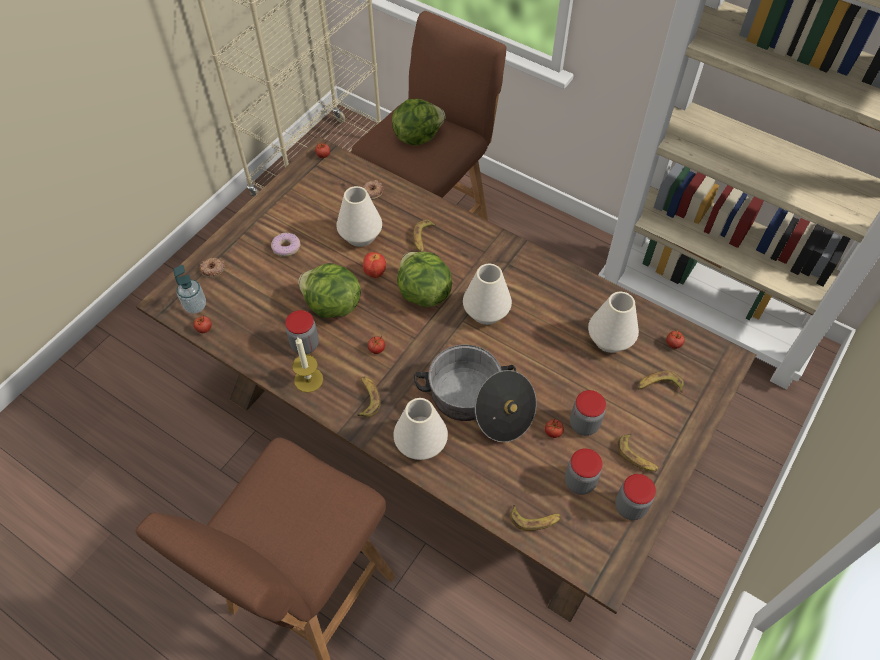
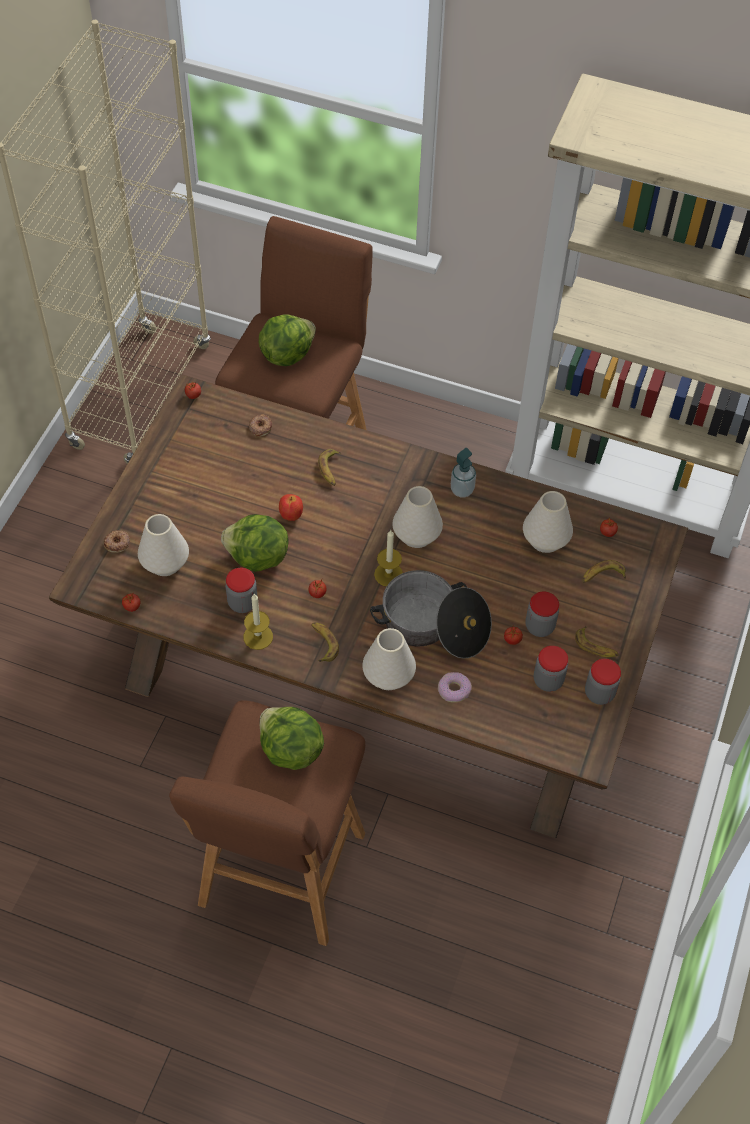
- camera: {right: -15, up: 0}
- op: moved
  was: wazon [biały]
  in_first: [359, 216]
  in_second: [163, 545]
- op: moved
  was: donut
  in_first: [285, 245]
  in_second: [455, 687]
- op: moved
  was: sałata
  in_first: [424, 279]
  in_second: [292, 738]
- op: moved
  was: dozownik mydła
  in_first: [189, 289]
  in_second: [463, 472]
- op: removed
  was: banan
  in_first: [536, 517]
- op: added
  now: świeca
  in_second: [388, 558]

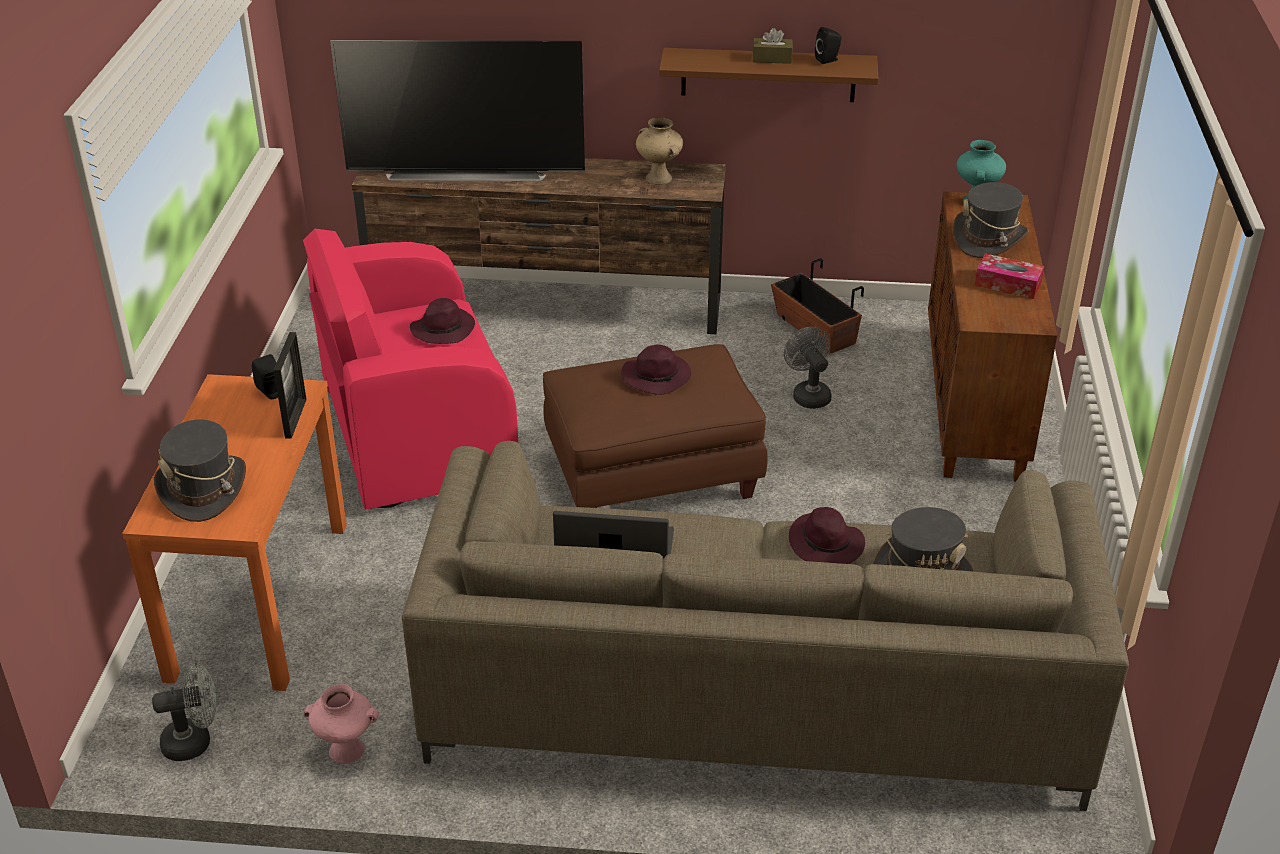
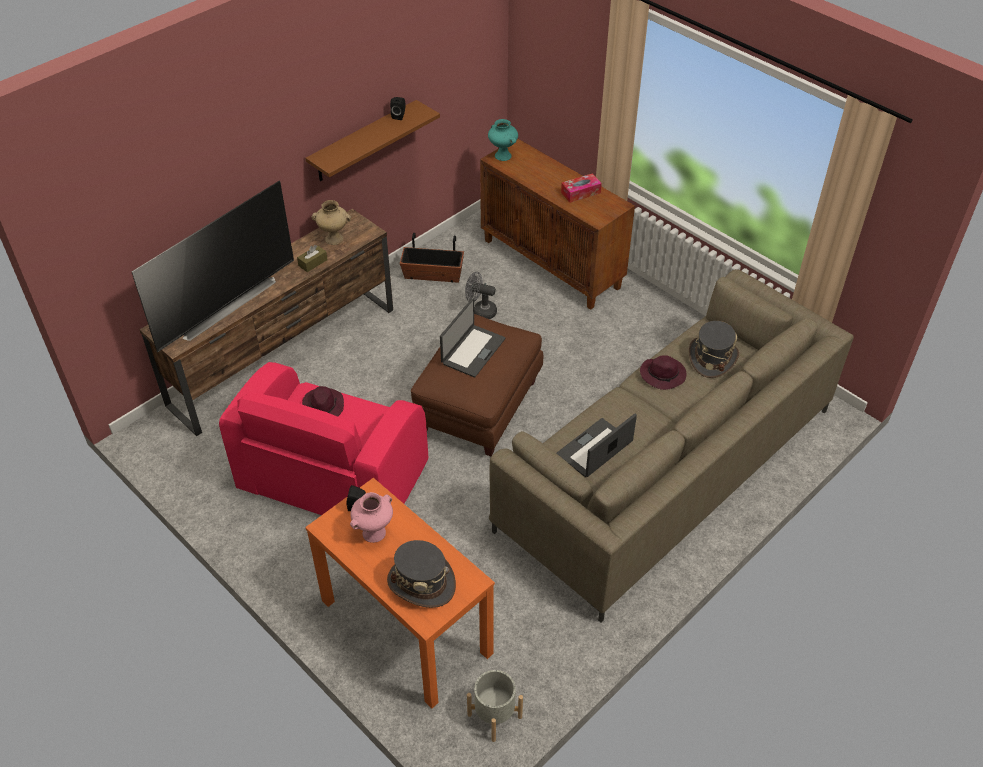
- camera: {right: -50, up: 10}
- op: moved
  was: pudełko chusteczek [brązowy]
  in_first: [772, 46]
  in_second: [312, 258]
- op: removed
  was: kapelusz [szary]
  in_first: [991, 220]
- op: removed
  was: ramka na zdjęcie
  in_first: [290, 385]
- op: replaced
  was: kapelusz [fioletowy]
  now: laptop
  in_first: [656, 369]
  in_second: [472, 338]
- op: replaced
  was: wentylator [szary]
  now: donica [szary]
  in_first: [184, 712]
  in_second: [495, 706]
- op: moved
  was: wazon [różowy]
  in_first: [341, 724]
  in_second: [371, 517]

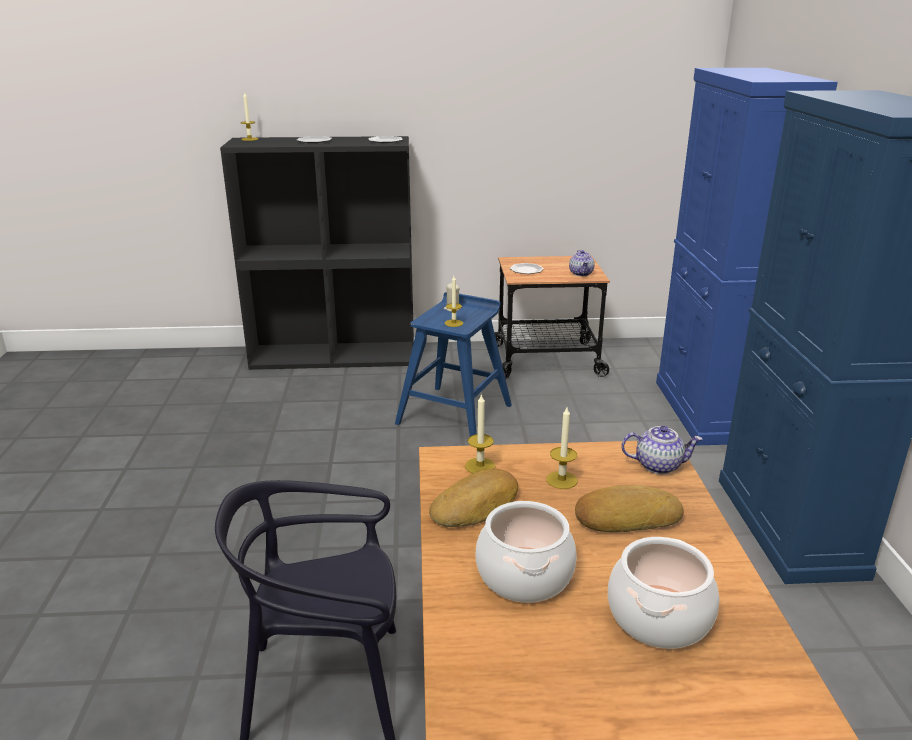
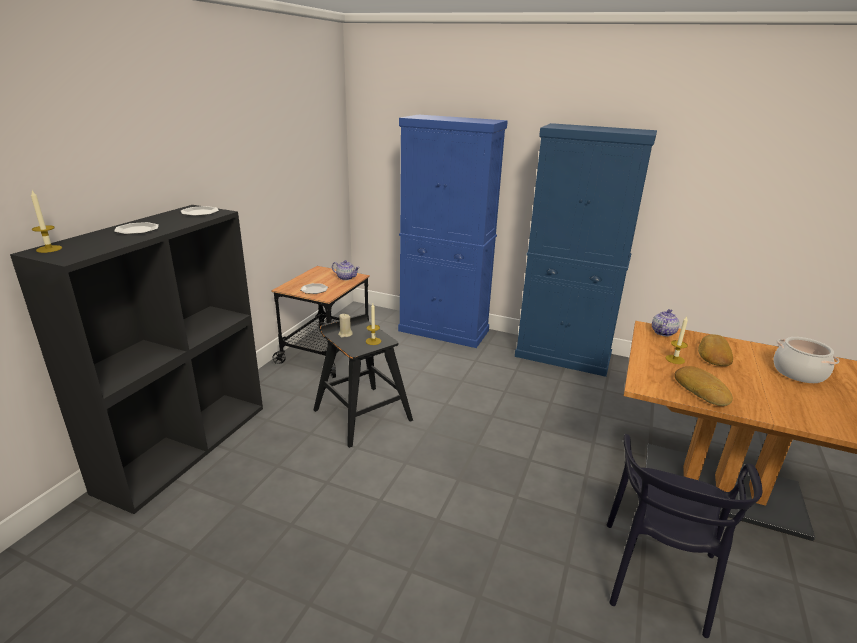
- camera: {right: -65, up: 0}
- op: recoloured
  was: stołek [niebieski]
  now: stołek [czarny]
  in_first: [453, 364]
  in_second: [363, 381]
- op: removed
  was: świeca
  in_first: [480, 433]
- op: removed
  was: garnek
  in_first: [526, 552]

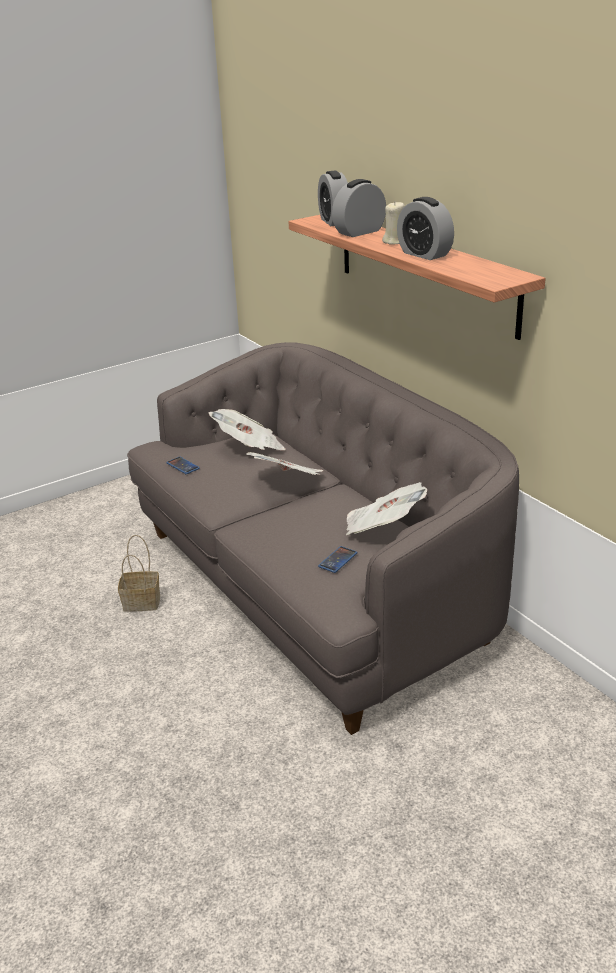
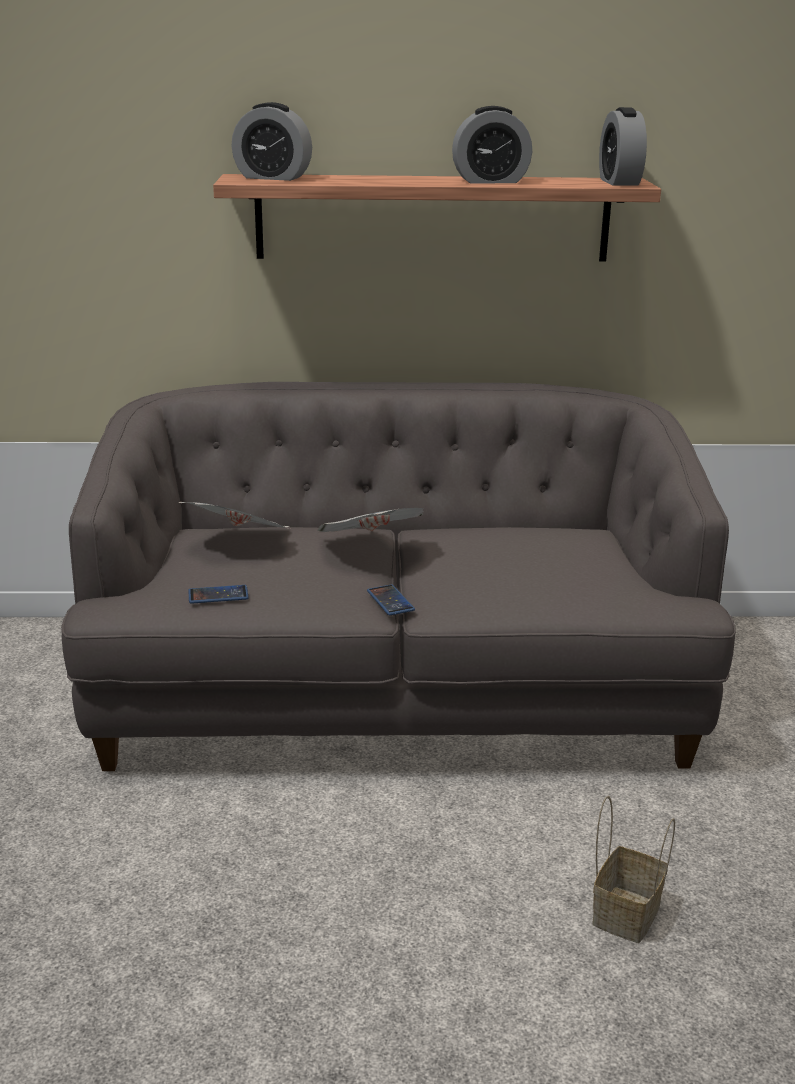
- camera: {right: -60, up: -5}
- op: moved
  was: budzik
  in_first: [359, 208]
  in_second: [623, 146]
- op: removed
  was: świeca [beżowy]
  in_first: [393, 223]
- op: removed
  was: gazeta
  in_first: [386, 508]
- op: moved
  was: koszyk
  in_first: [139, 573]
  in_second: [633, 869]
- op: moved
  was: telefon
  in_first: [338, 559]
  in_second: [391, 599]

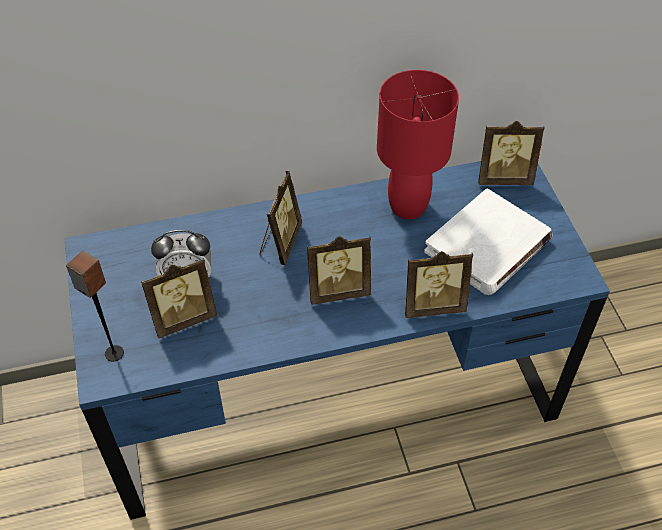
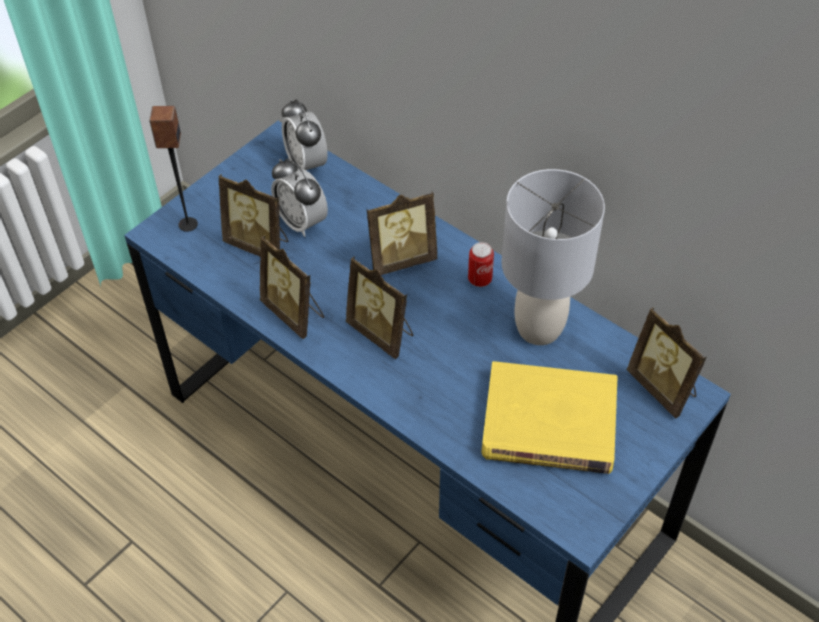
- camera: {right: 55, up: 0}
- op: recoloured
  was: lampa stołowa [czerwony]
  now: lampa stołowa [szary]
  in_first: [418, 144]
  in_second: [553, 257]
- op: recoloured
  was: książka [biały]
  now: książka [żółty]
  in_first: [488, 241]
  in_second: [550, 417]
- op: moved
  was: ramka na zdjęcie
  in_first: [439, 284]
  in_second: [292, 287]
- op: added
  now: budzik
  in_second: [304, 134]
- op: added
  now: puszka
  in_second: [481, 264]

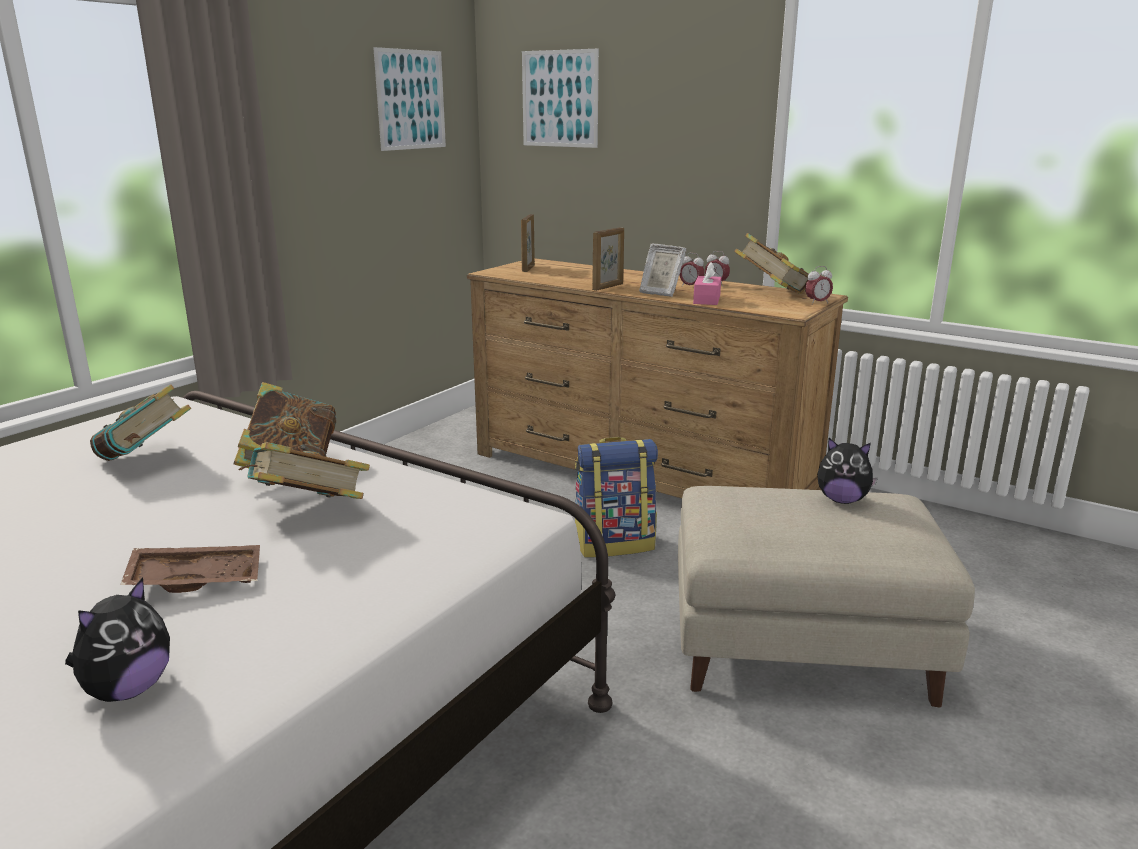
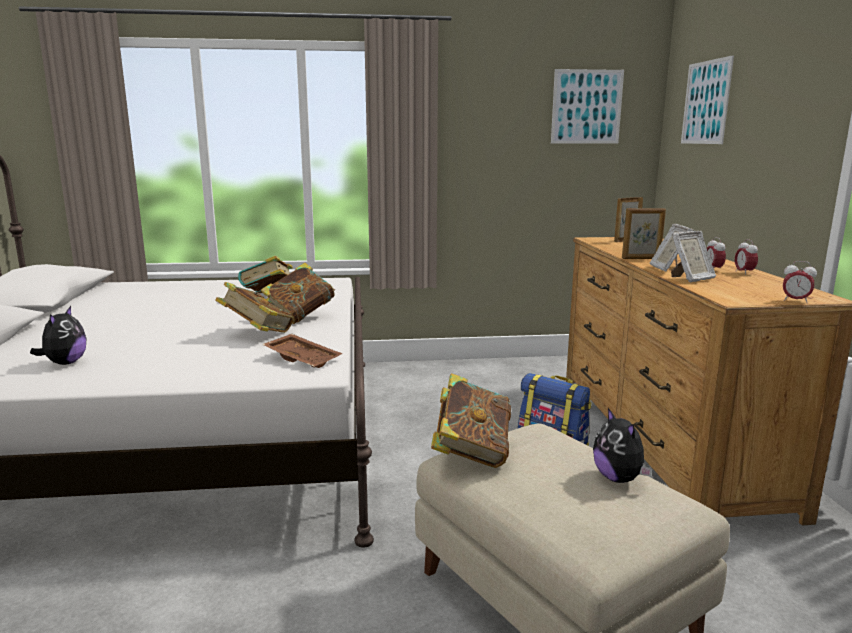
- camera: {right: 50, up: -5}
- op: moved
  was: książka
  in_first: [771, 263]
  in_second: [471, 420]
- op: replaced
  was: pudełko chusteczek [różowy]
  now: ramka na zdjęcie
  in_first: [707, 283]
  in_second: [693, 256]
- op: moved
  was: taca [brązowy]
  in_first: [190, 569]
  in_second: [302, 351]
- op: turned
  was: pluszak
  in_first: [117, 640]
  in_second: [58, 335]
  clockwise: -75

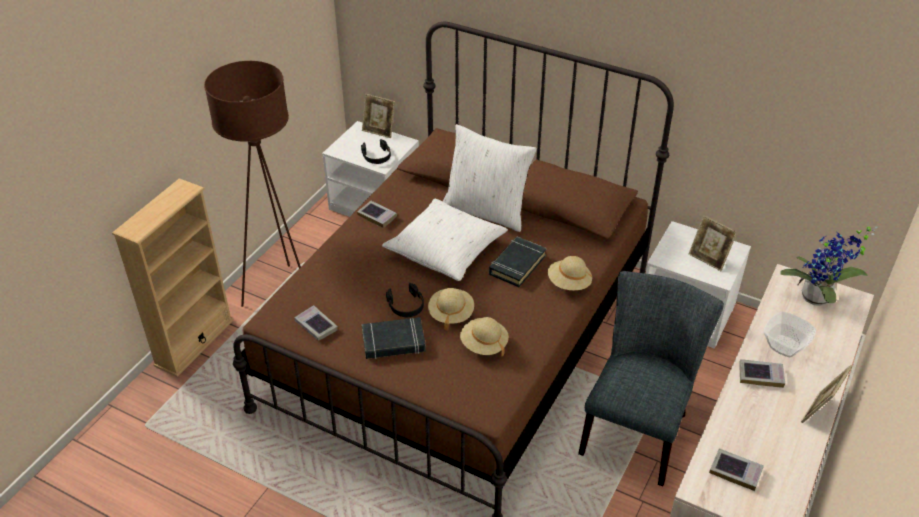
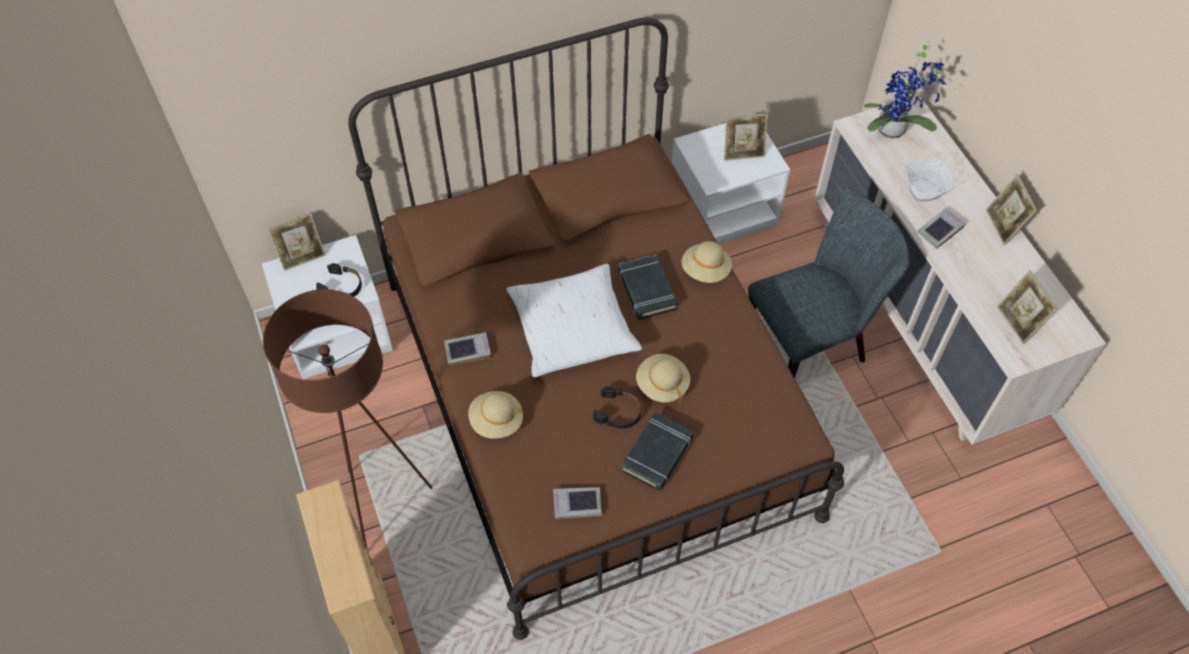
- camera: {right: -50, up: 15}
- op: removed
  was: poduszka [biały]
  in_first: [490, 178]
- op: turned
  was: krzesło [szary]
  in_first: [651, 378]
  in_second: [828, 282]
  clockwise: 90
- op: moved
  was: kapelusz [beżowy]
  in_first: [484, 337]
  in_second: [496, 415]
- op: replaced
  was: książka
  now: ramka na zdjęcie
  in_first: [736, 469]
  in_second: [1027, 307]

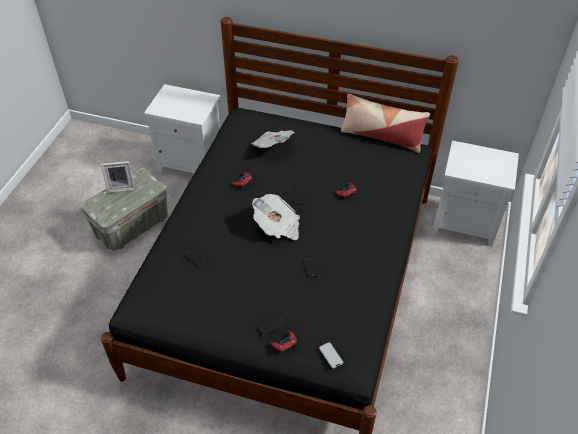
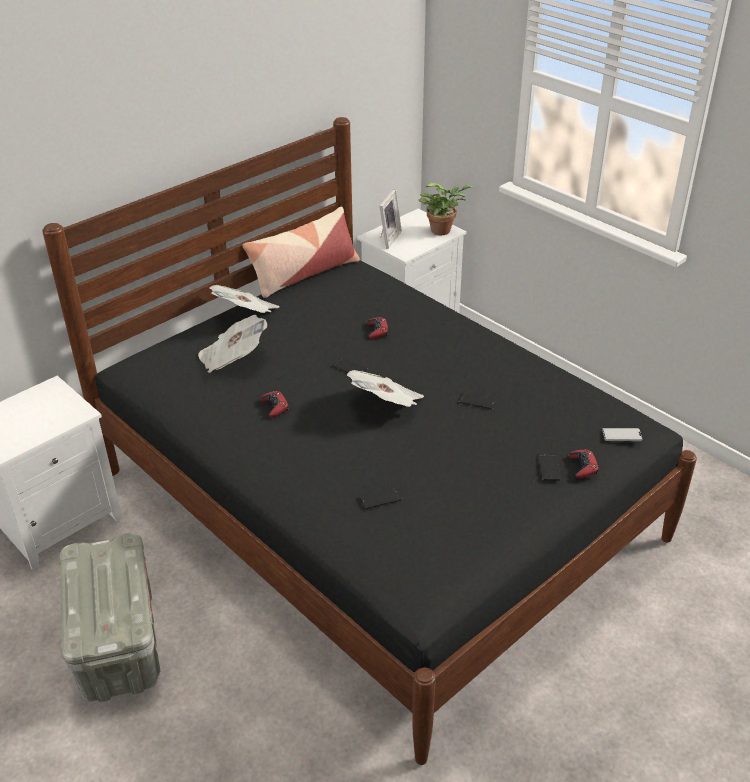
- camera: {right: -60, up: -10}
- op: moved
  was: ramka na zdjęcie
  in_first: [118, 177]
  in_second: [390, 219]
- op: added
  now: roślina doniczkowa
  in_second: [446, 209]
- op: added
  now: gazeta
  in_second: [244, 299]

